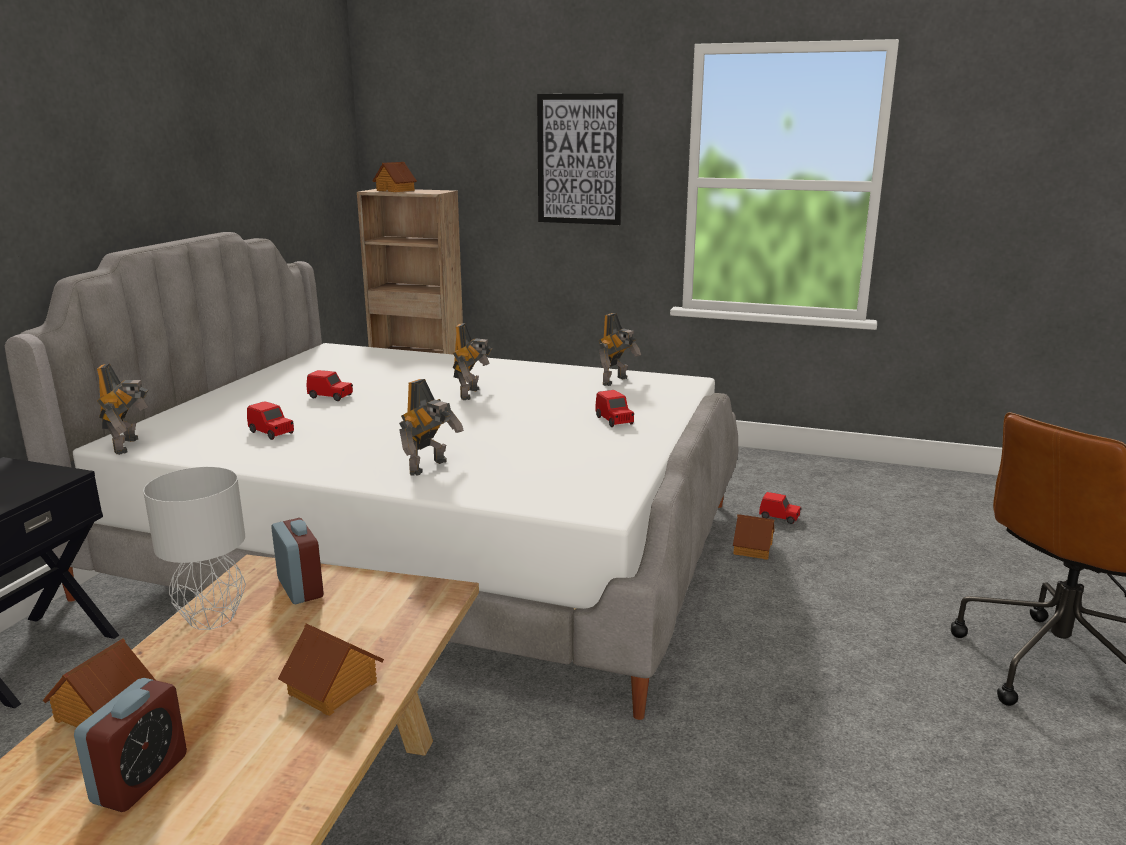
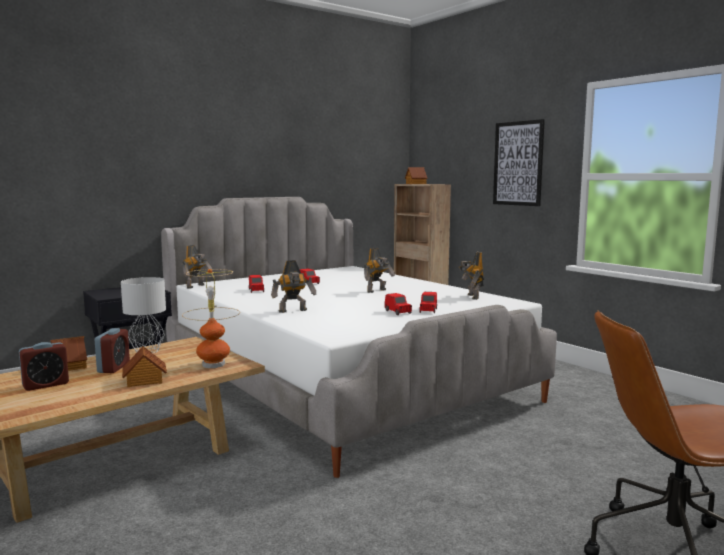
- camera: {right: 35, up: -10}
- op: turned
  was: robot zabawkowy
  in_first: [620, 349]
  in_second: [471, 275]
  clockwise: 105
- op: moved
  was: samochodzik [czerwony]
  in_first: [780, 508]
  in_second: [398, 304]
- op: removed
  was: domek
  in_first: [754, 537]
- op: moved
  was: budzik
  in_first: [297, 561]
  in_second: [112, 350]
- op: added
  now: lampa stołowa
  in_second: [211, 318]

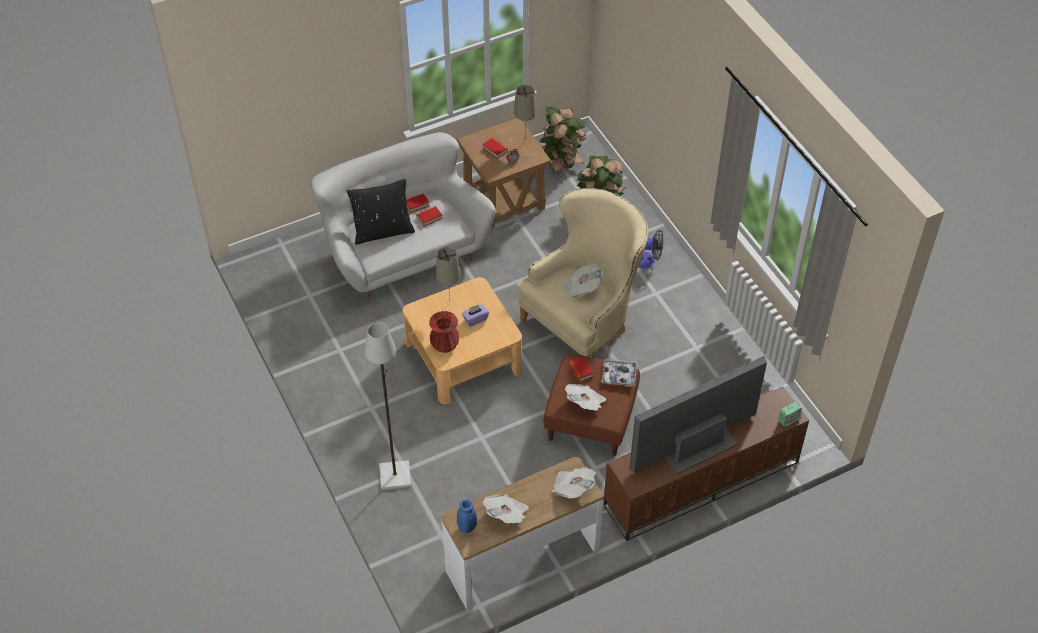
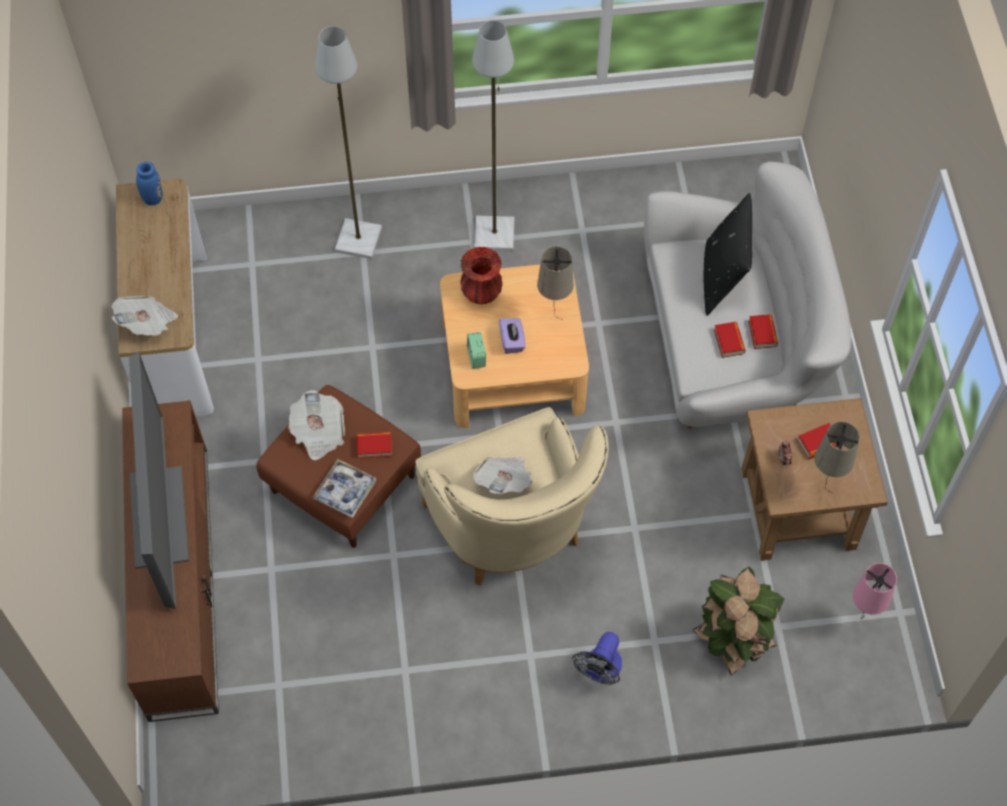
- camera: {right: 110, up: 10}
- op: replaced
  was: roślina doniczkowa
  now: lampa stołowa [różowy]
  in_first: [563, 140]
  in_second: [875, 591]
- op: moved
  was: budzik
  in_first: [790, 414]
  in_second: [476, 350]
- op: removed
  was: gazeta
  in_first: [506, 508]
- op: added
  now: lampa stojąca [szary]
  in_second: [493, 135]

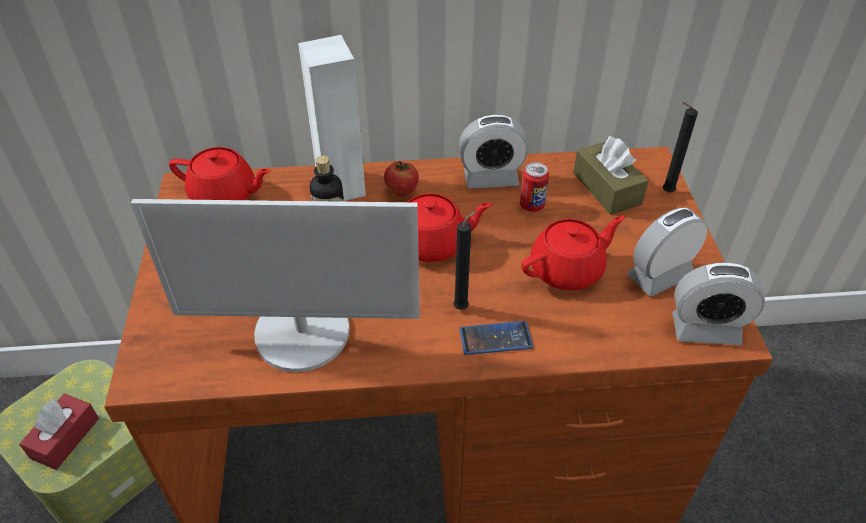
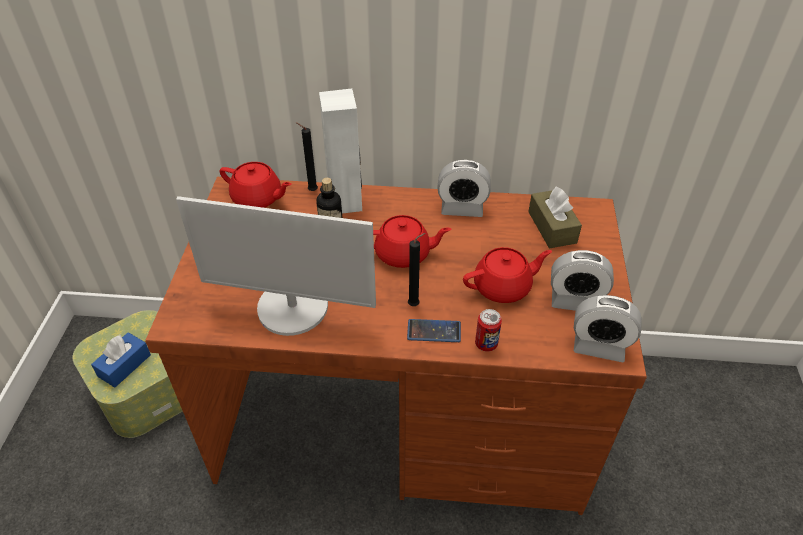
- camera: {right: 10, up: 0}
- op: moved
  was: świeca [czarny]
  in_first: [680, 147]
  in_second: [307, 156]
- op: removed
  was: jabłko
  in_first: [401, 179]
- op: moved
  was: puszka
  in_first: [534, 187]
  in_second: [488, 330]
- op: turned
  was: budzik
  in_first: [667, 252]
  in_second: [582, 280]
  clockwise: -150
- op: recoloured
  was: pudełko chusteczek [czerwony]
  now: pudełko chusteczek [niebieski]
  in_first: [59, 431]
  in_second: [121, 360]

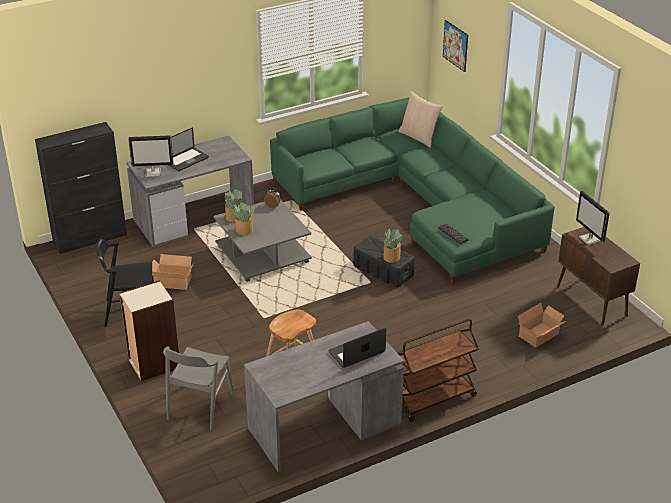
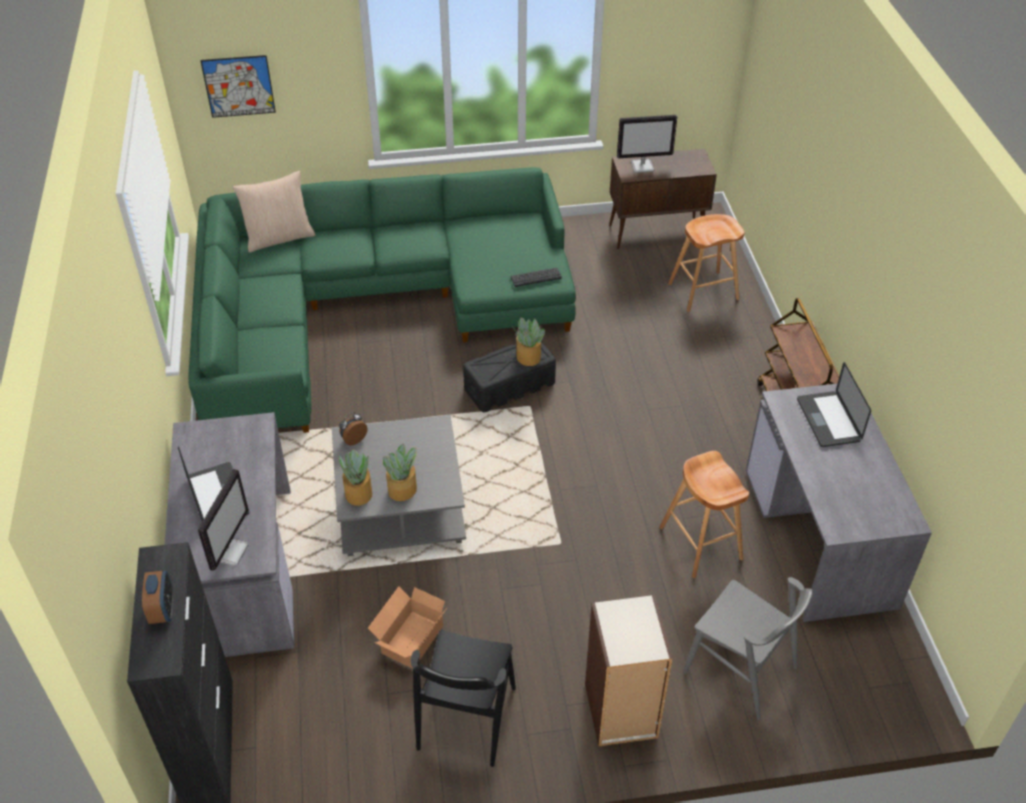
- camera: {right: -70, up: 10}
- op: replaced
  was: karton
  now: stołek [brązowy]
  in_first: [542, 325]
  in_second: [706, 263]
- op: added
  now: budzik
  in_second: [158, 597]

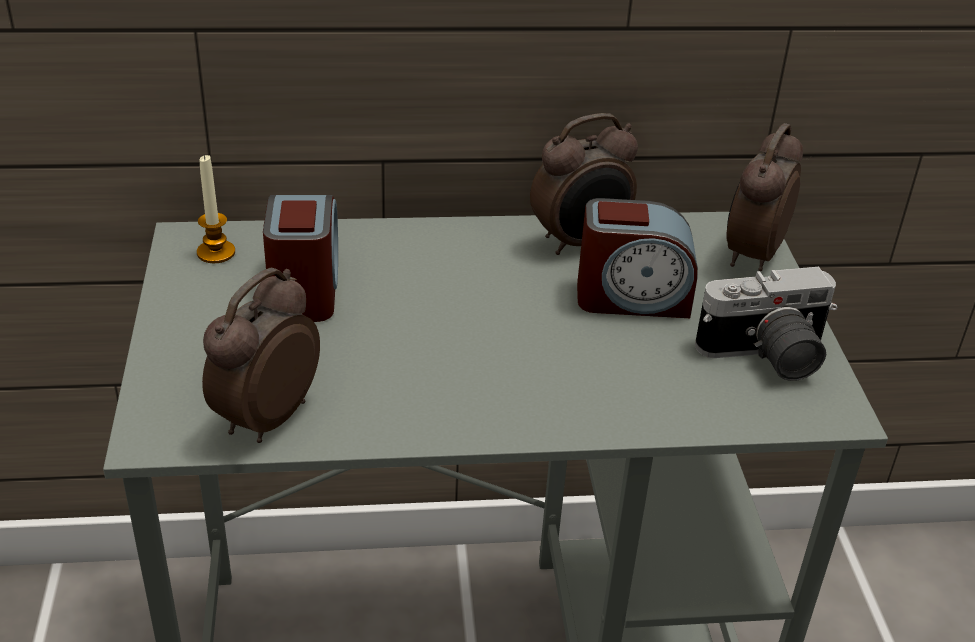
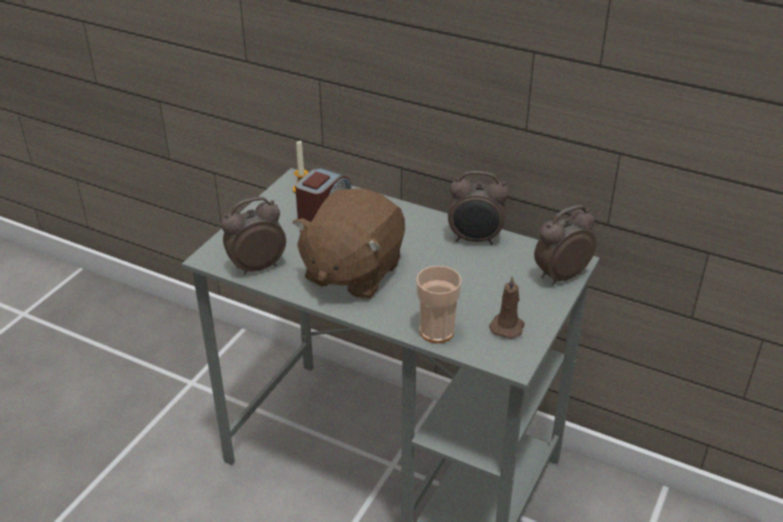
- camera: {right: 35, up: 0}
- op: removed
  was: budzik
  in_first: [637, 258]
- op: replaced
  was: aparat fotograficzny
  now: świeca [brązowy]
  in_first: [766, 324]
  in_second: [506, 307]
- op: added
  now: pluszak [brązowy]
  in_second: [348, 243]
- op: added
  now: filiżanka
  in_second: [439, 304]

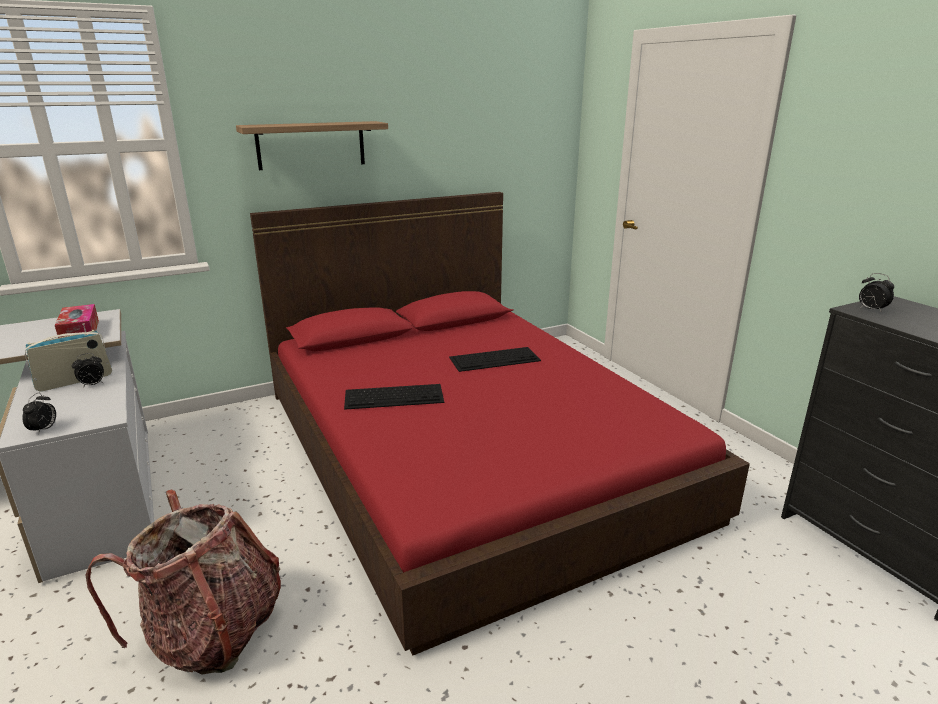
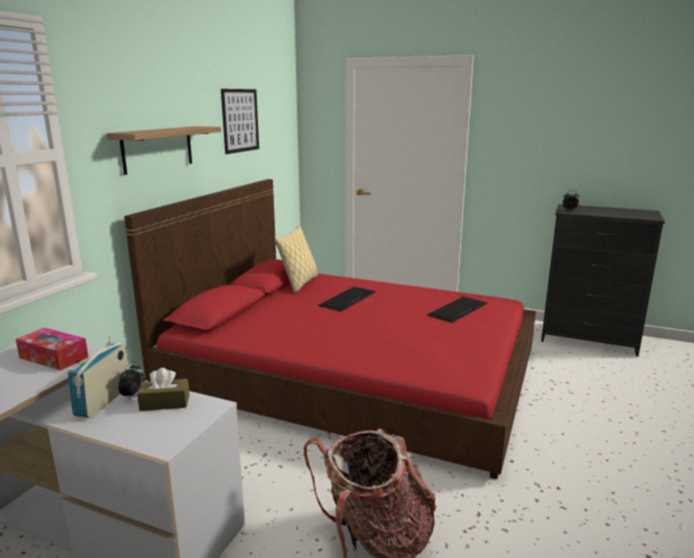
- camera: {right: -40, up: -5}
- op: moved
  was: klawiatura
  in_first: [394, 397]
  in_second: [457, 309]
- op: removed
  was: budzik
  in_first: [39, 413]
- op: added
  now: obraz
  in_second: [240, 121]
- op: added
  now: poduszka
  in_second: [296, 259]
- op: added
  now: pudełko chusteczek [brązowy]
  in_second: [163, 389]

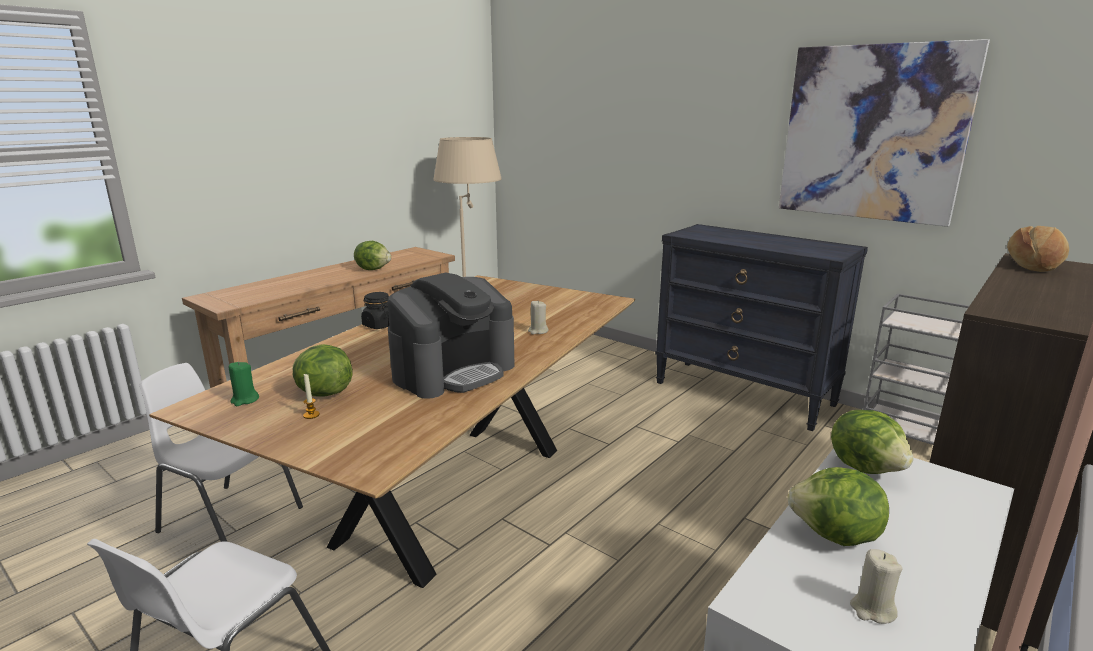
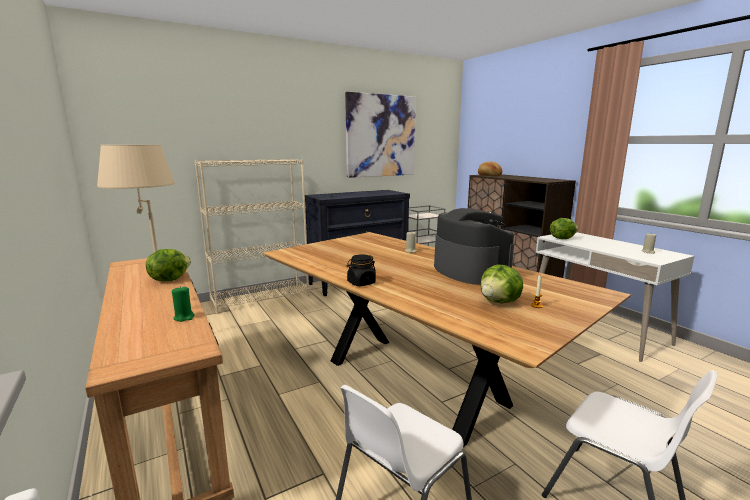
- camera: {right: -70, up: -5}
- op: moved
  was: świeca [zielony]
  in_first: [244, 383]
  in_second: [183, 304]
- op: removed
  was: sałata
  in_first: [838, 506]
- op: added
  now: regał [beżowy]
  in_second: [252, 236]

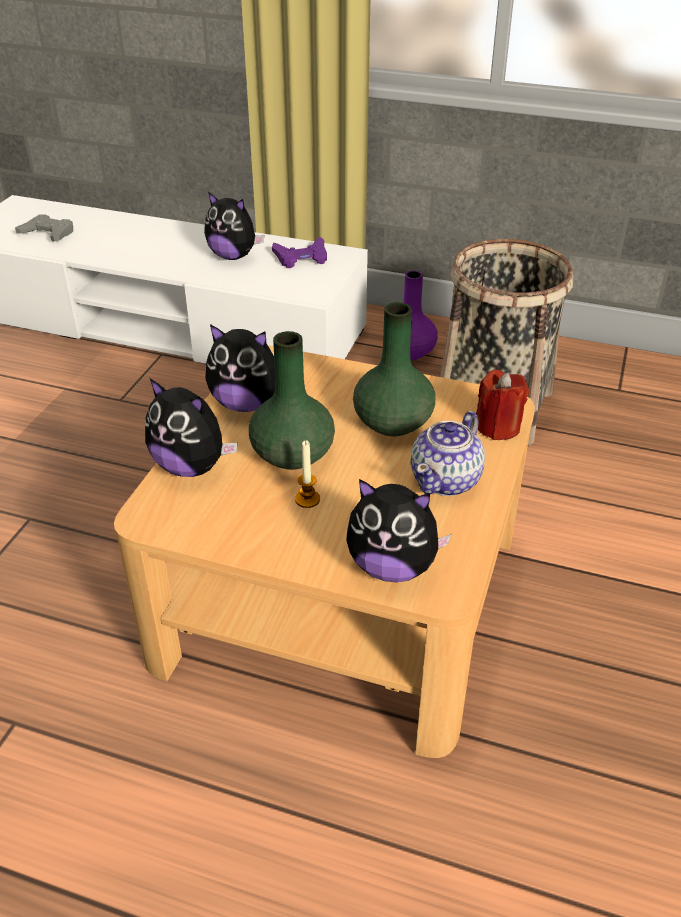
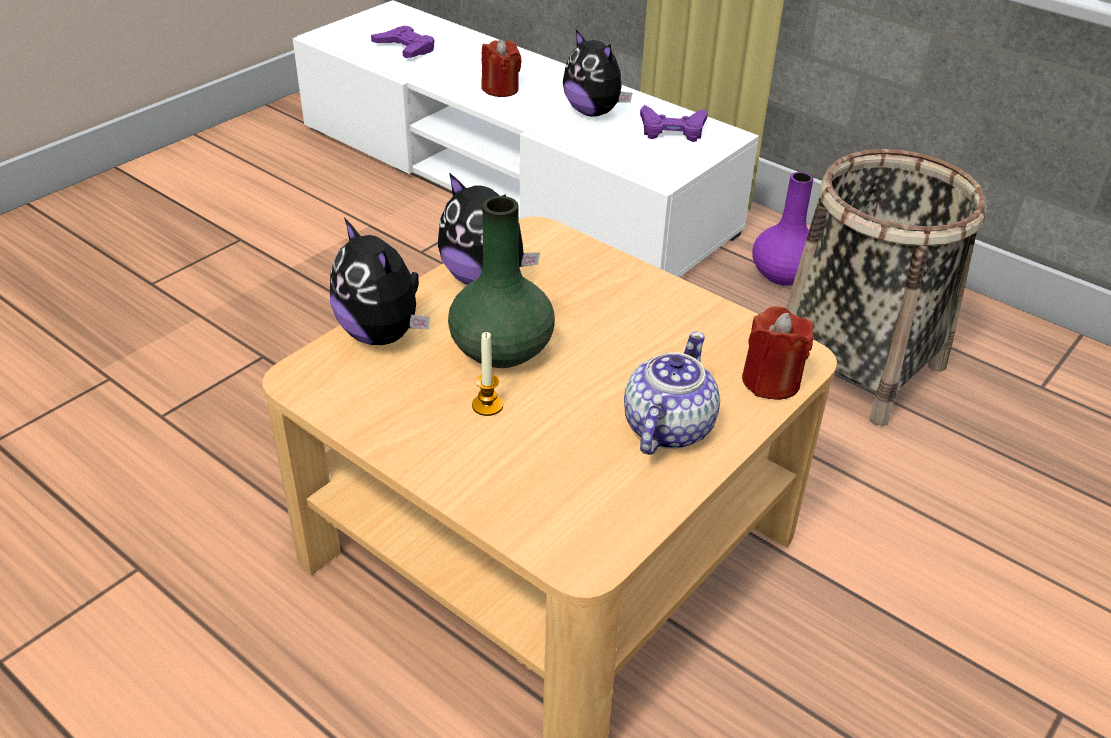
- camera: {right: 20, up: 0}
- op: recoloured
  was: pad do gier [szary]
  now: pad do gier [fioletowy]
  in_first: [44, 228]
  in_second: [403, 42]
- op: removed
  was: wazon [zielony]
  in_first: [394, 369]
- op: turned
  was: imbryk
  in_first: [448, 453]
  in_second: [672, 393]
  clockwise: 150
- op: removed
  was: pluszak
  in_first: [398, 530]
- op: added
  now: świeca [czerwony]
  in_second: [501, 68]

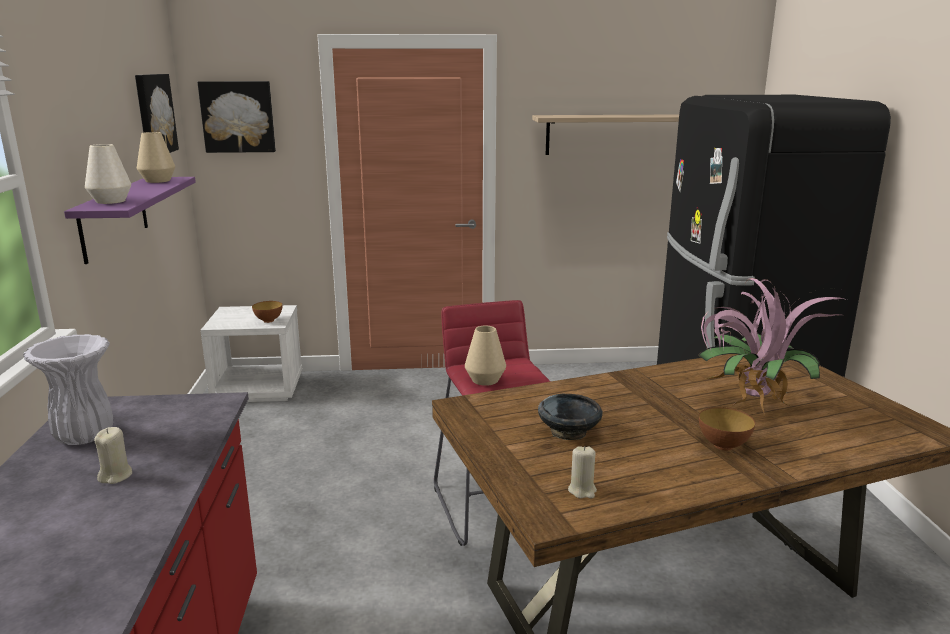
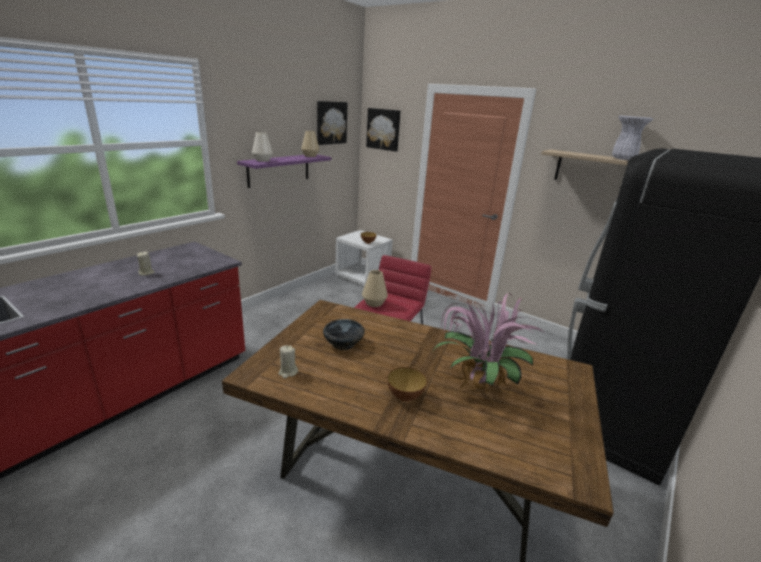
- camera: {right: 40, up: 5}
- op: moved
  was: wazon [biały]
  in_first: [68, 389]
  in_second: [632, 137]

